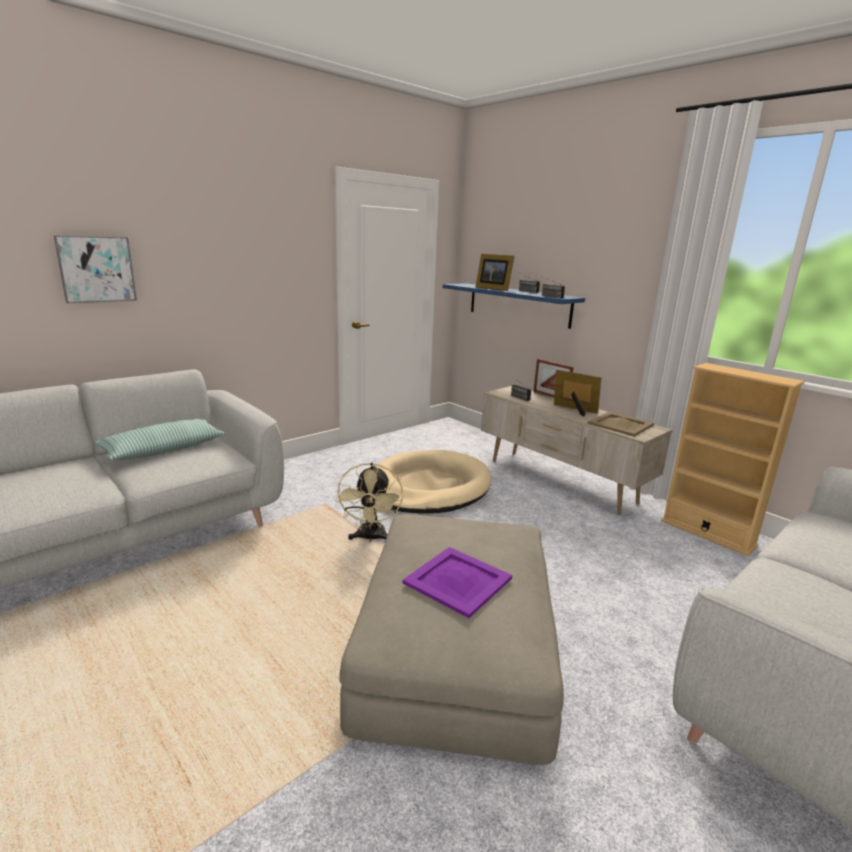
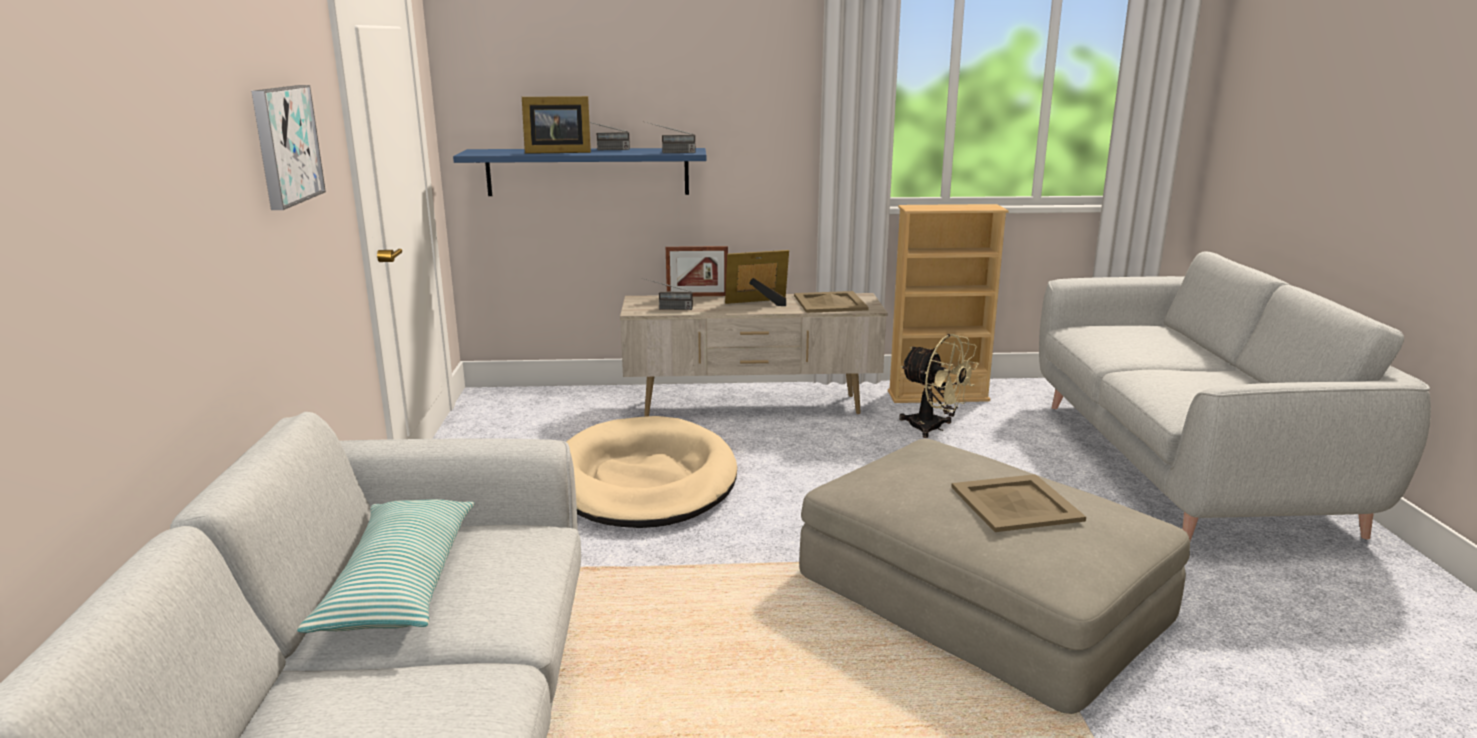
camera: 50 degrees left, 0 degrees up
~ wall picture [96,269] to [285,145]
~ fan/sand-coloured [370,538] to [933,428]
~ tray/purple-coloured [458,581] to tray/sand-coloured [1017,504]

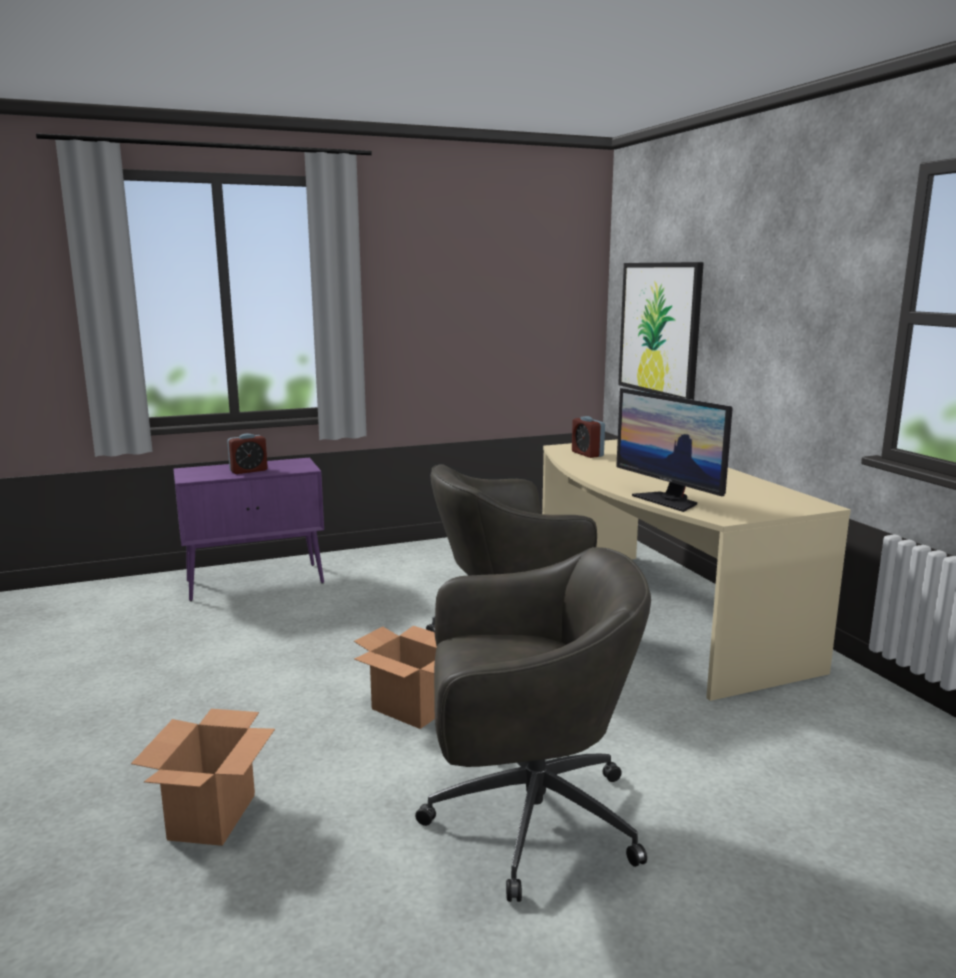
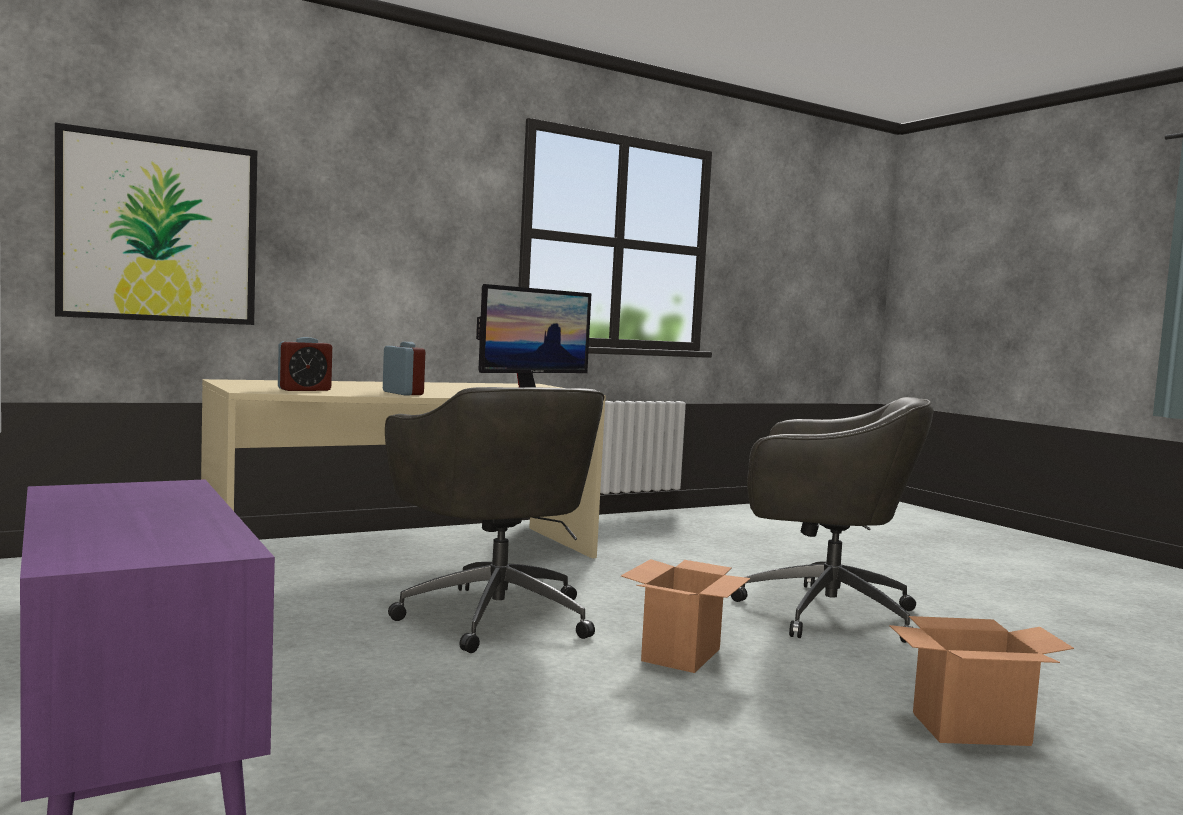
camera: 100 degrees left, 10 degrees down
~ alarm clock [248,471] to [402,393]
~ office chair/gray [526,819] = [822,612] 120 degrees clockwise

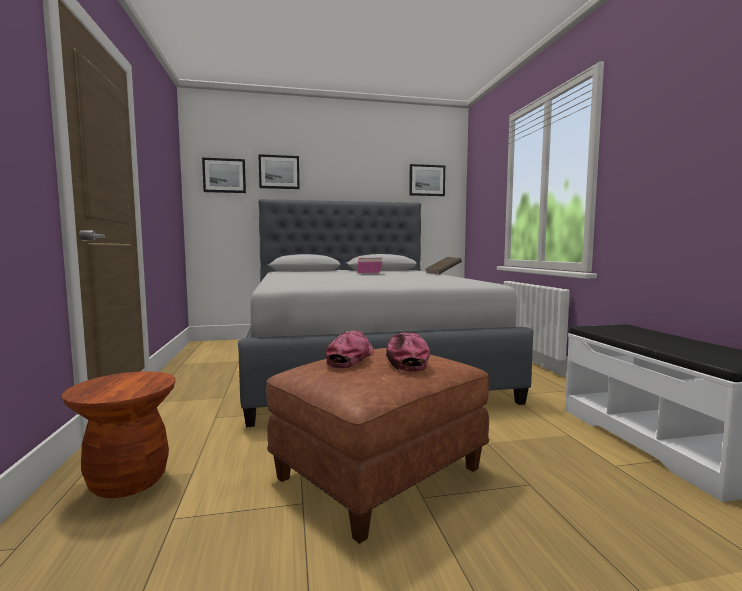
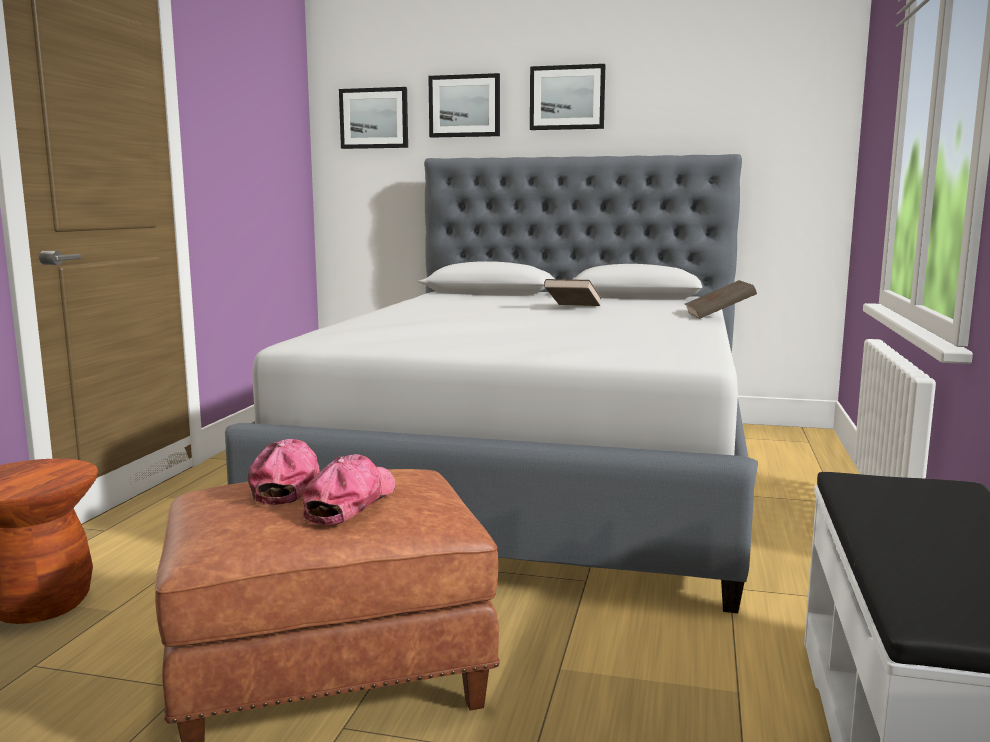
camera: 25 degrees right, 5 degrees up
~ wall picture [427,180] to [567,97]
~ bound book/pinkish [369,273] to bound book/brownish [572,308]
~ cap [350,358] = [286,484] 45 degrees counterclockwise

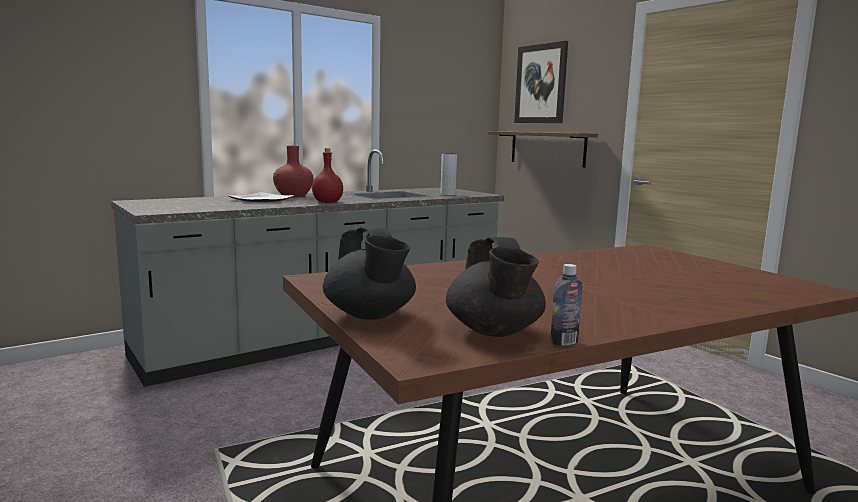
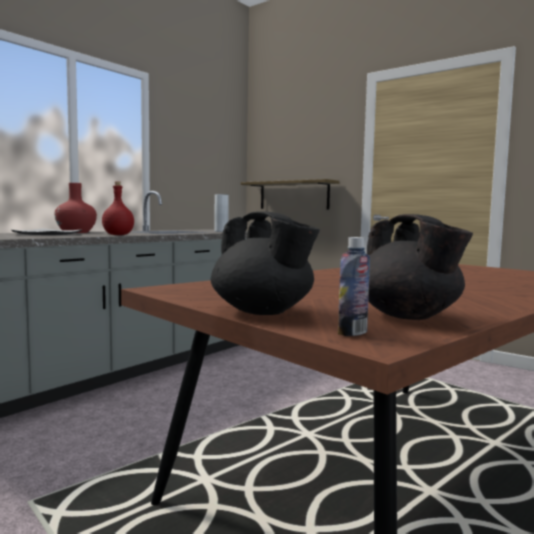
camera: 15 degrees left, 5 degrees down
- wall picture [541,84]
~ beverage bottle [564,342] to [352,333]

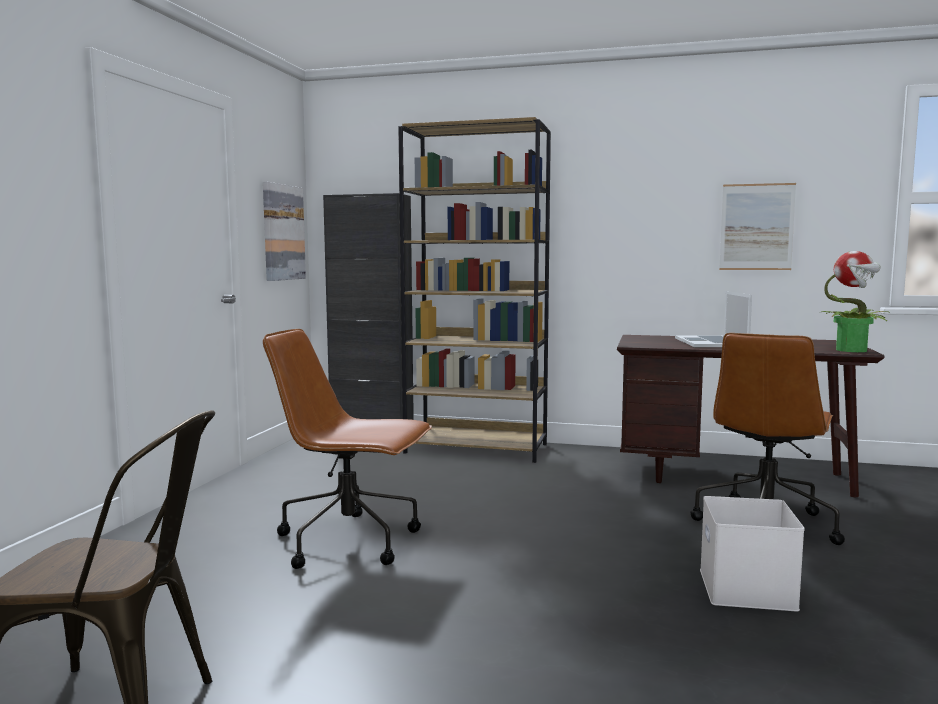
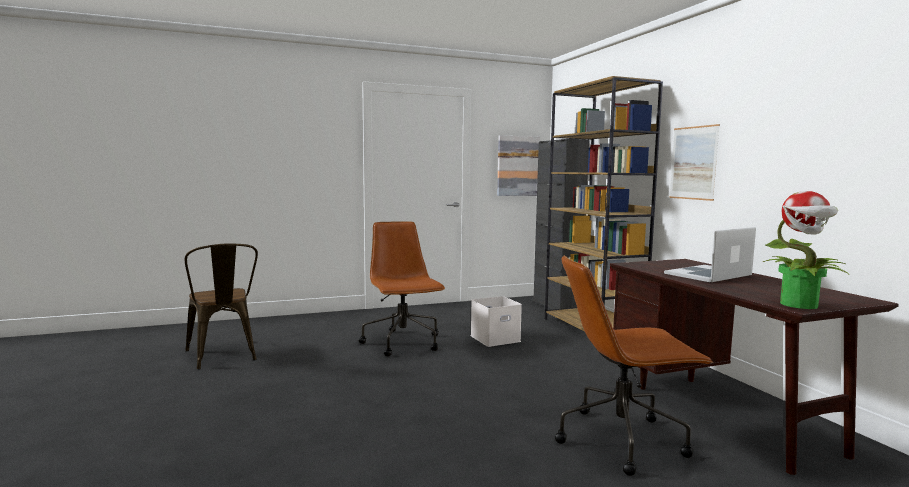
camera: 55 degrees right, 0 degrees up
~ storage bin/white-coloured [744,588] to [495,338]
~ wall picture [756,227] to [693,163]

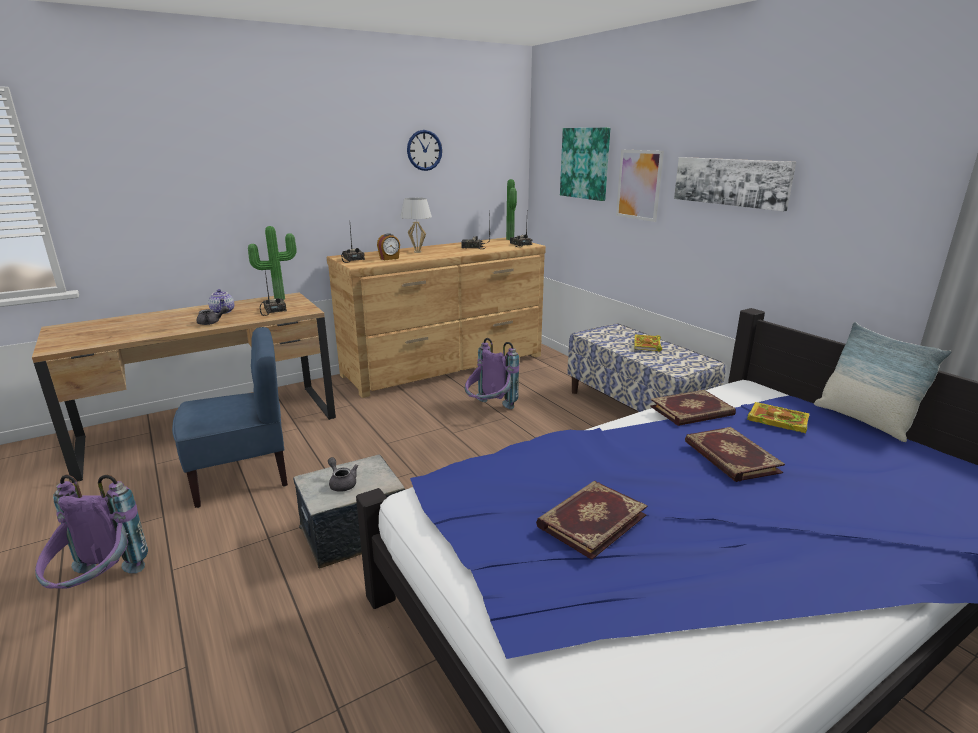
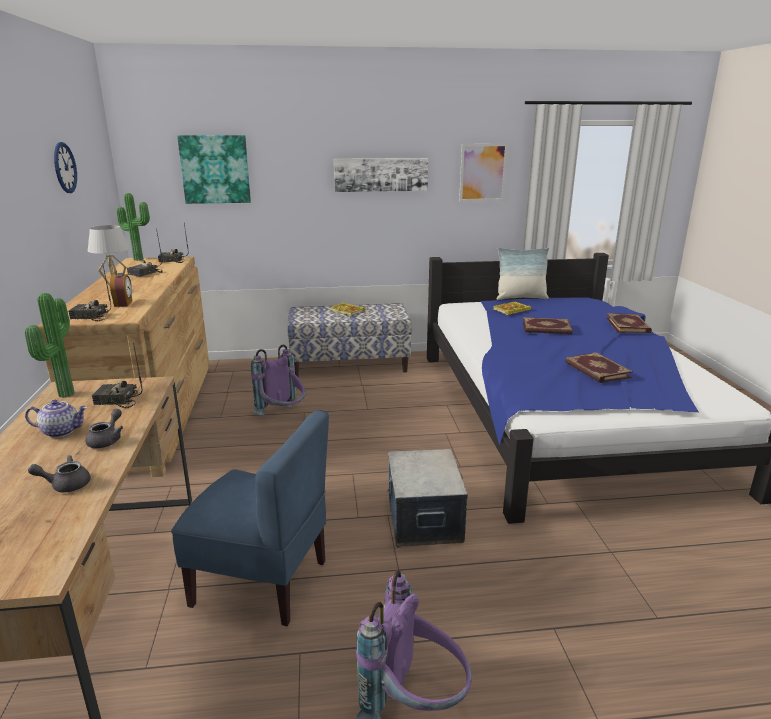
camera: 65 degrees left, 0 degrees up
~ teapot/gray [342,483] to [66,485]
~ wall picture [639,185] to [483,172]
~ bound book [692,411] to [628,325]
~ chair/bluish [242,476] = [261,582] 105 degrees clockwise

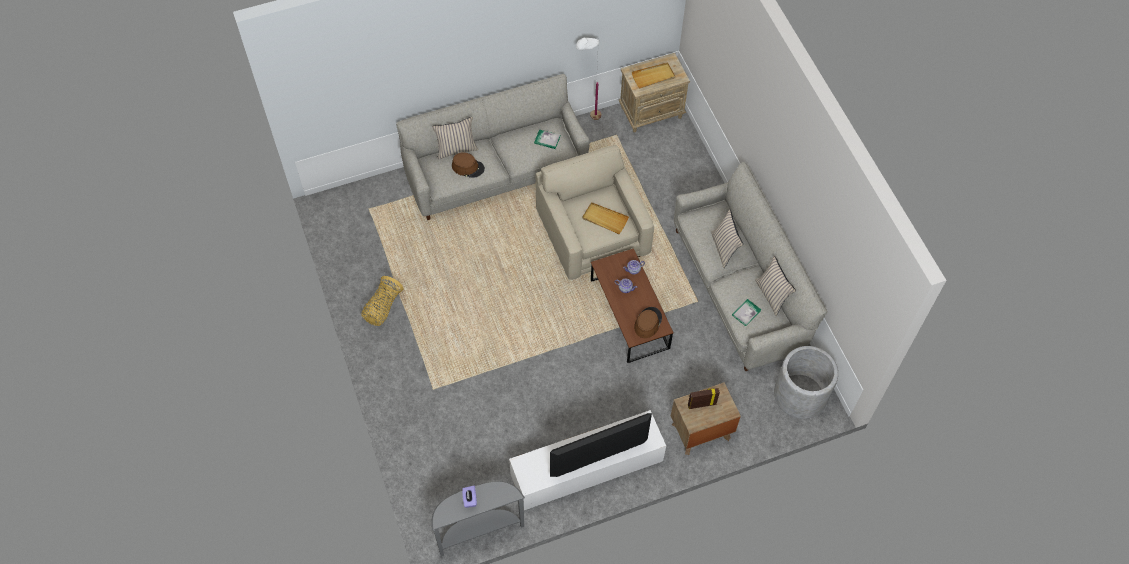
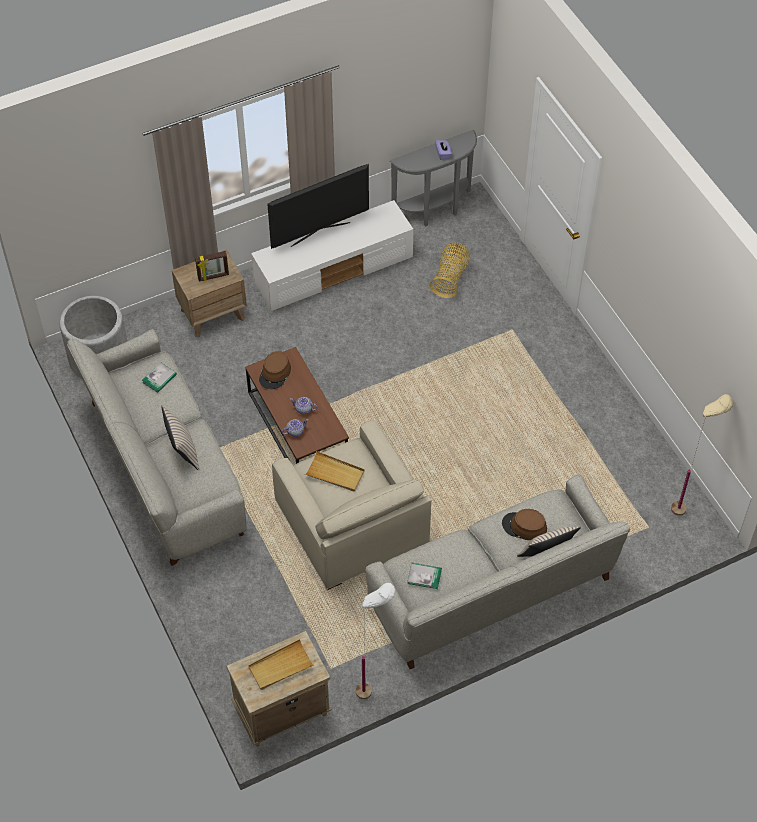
camera: 175 degrees right, 5 degrees down
- cushion/sand-coloured [772,295]
+ standing lamp/sand-coloured [687,504]
~ storage basket [382,308] to [450,278]

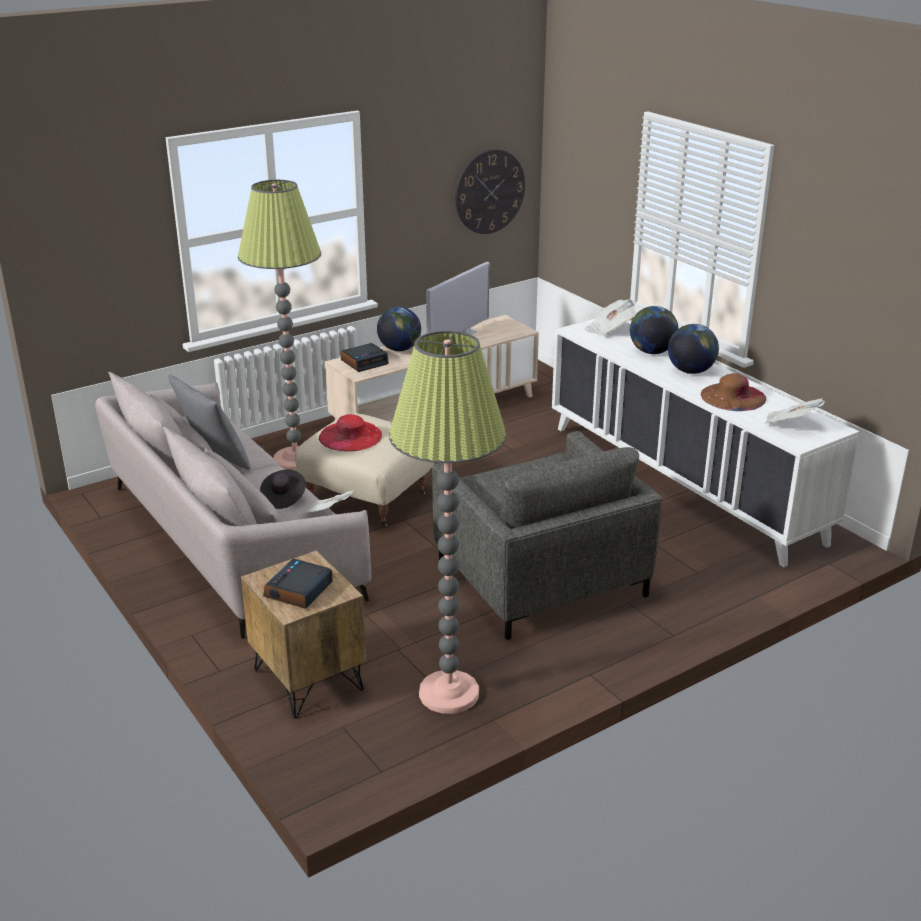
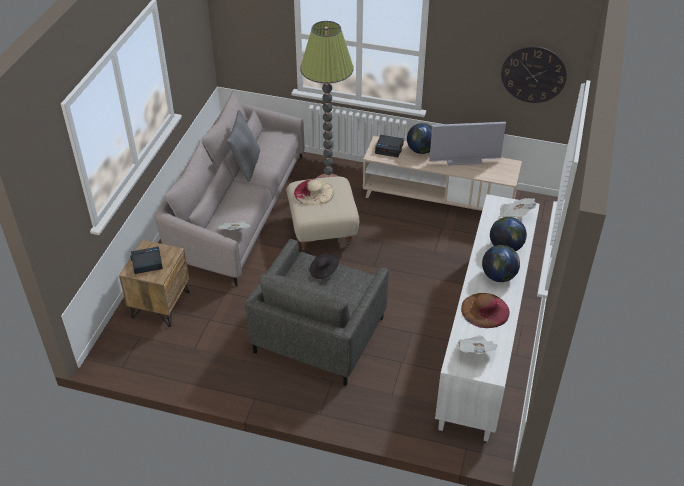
camera: 50 degrees right, 15 degrees up
- standing lamp [449,693]
~ clothing hat/black [283,498] to [323,271]
~ clothing hat/red [350,436] to clothing hat/sand-coloured [314,192]

